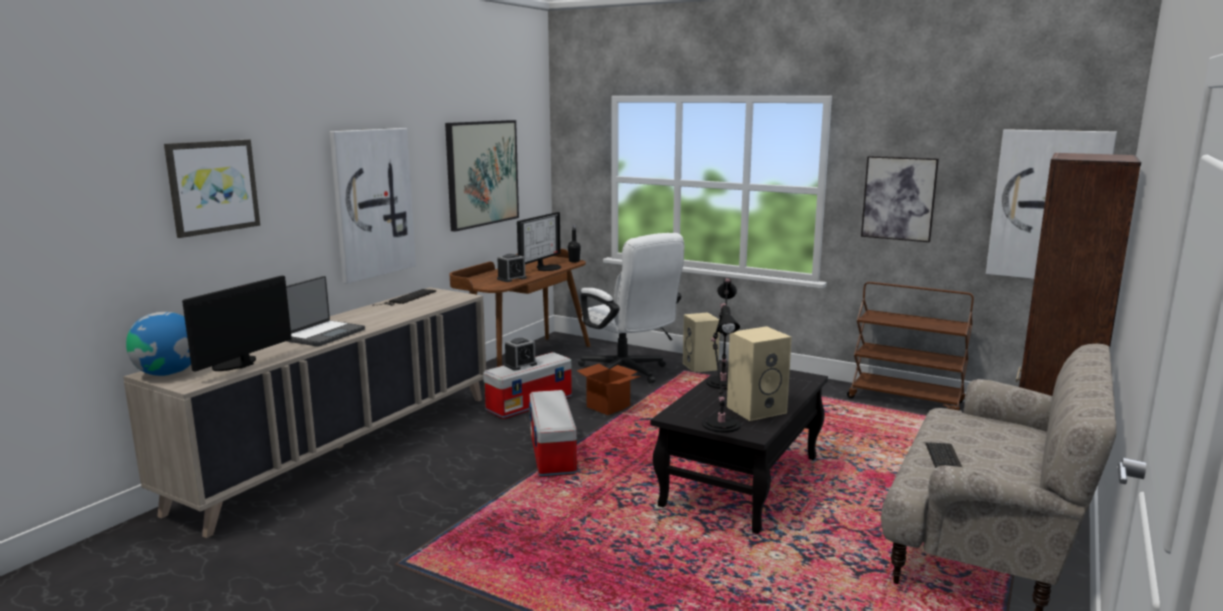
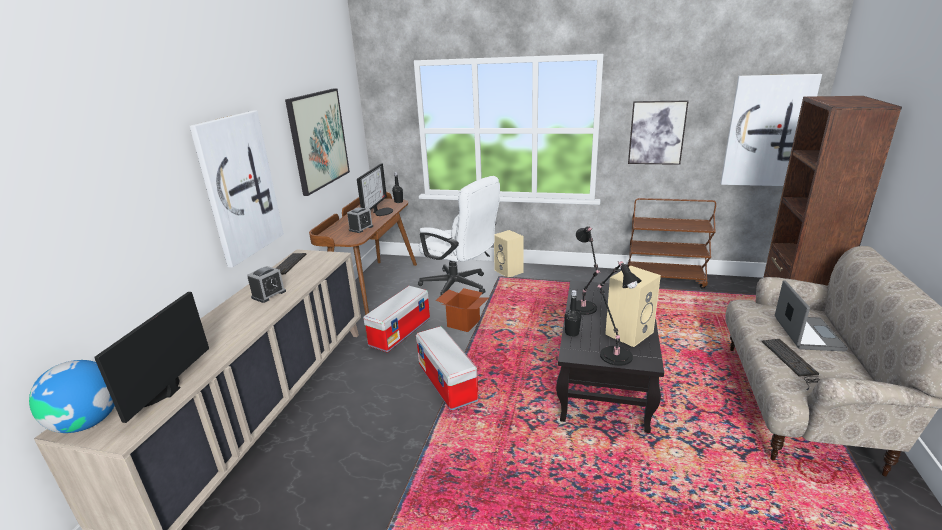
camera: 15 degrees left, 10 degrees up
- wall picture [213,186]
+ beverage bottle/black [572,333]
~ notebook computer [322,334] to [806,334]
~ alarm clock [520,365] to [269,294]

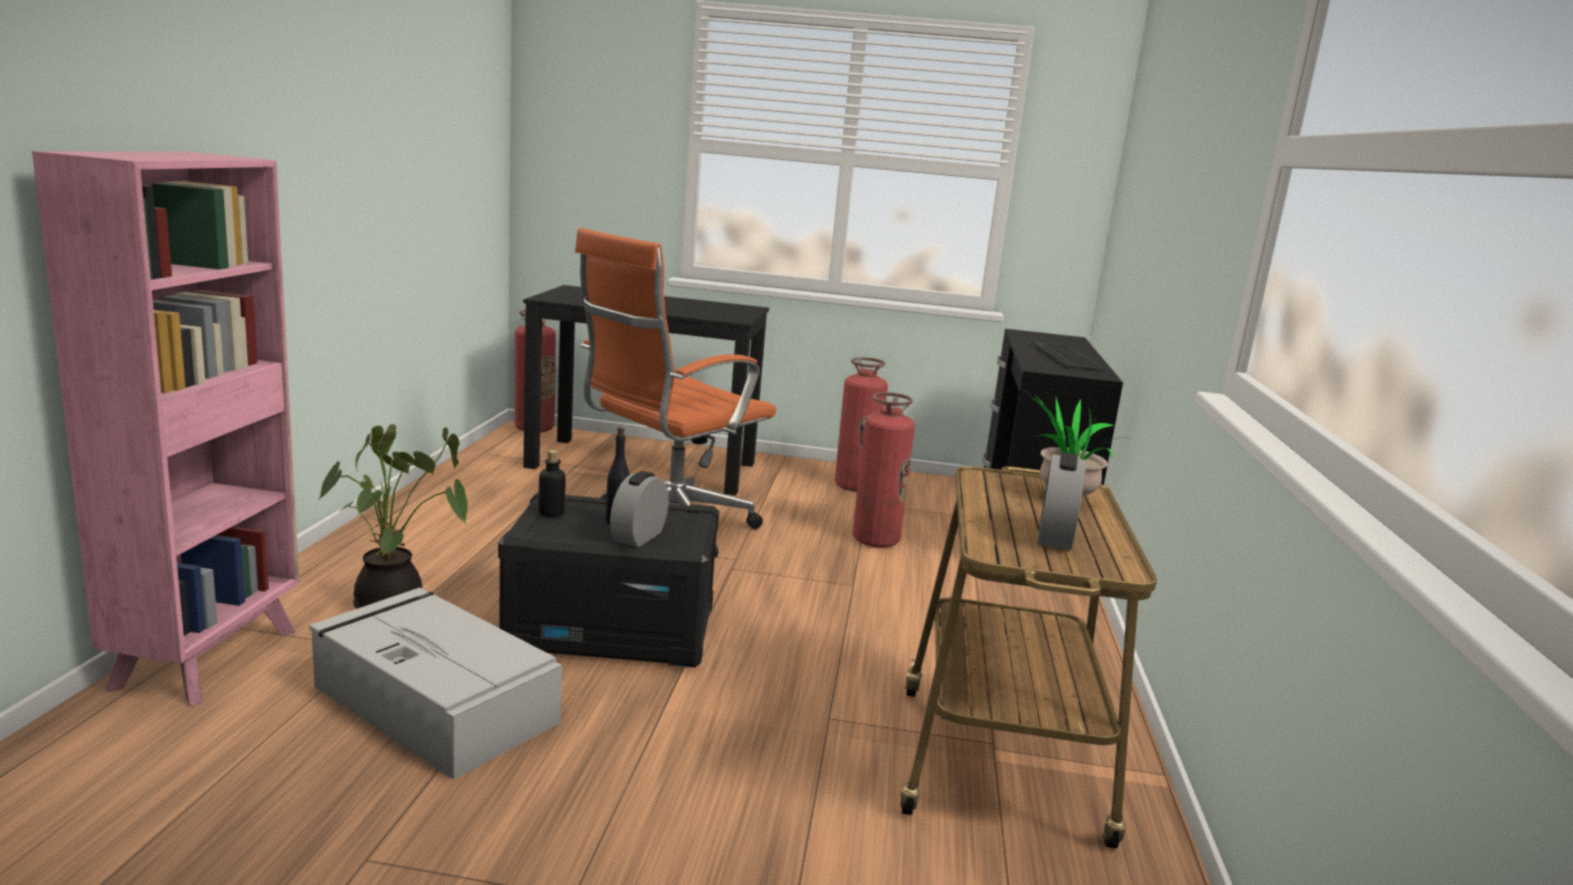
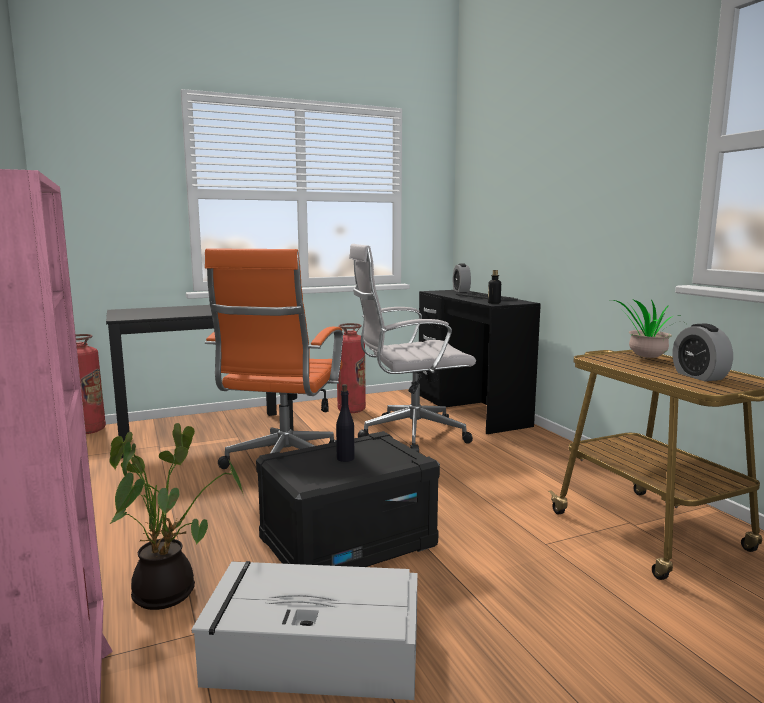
camera: 30 degrees left, 5 degrees down
~ beverage bottle [551,513] to [494,303]
~ alarm clock [638,537] to [461,291]
~ fire-fighting cylinder [875,540] to office chair/white-coloured [408,436]

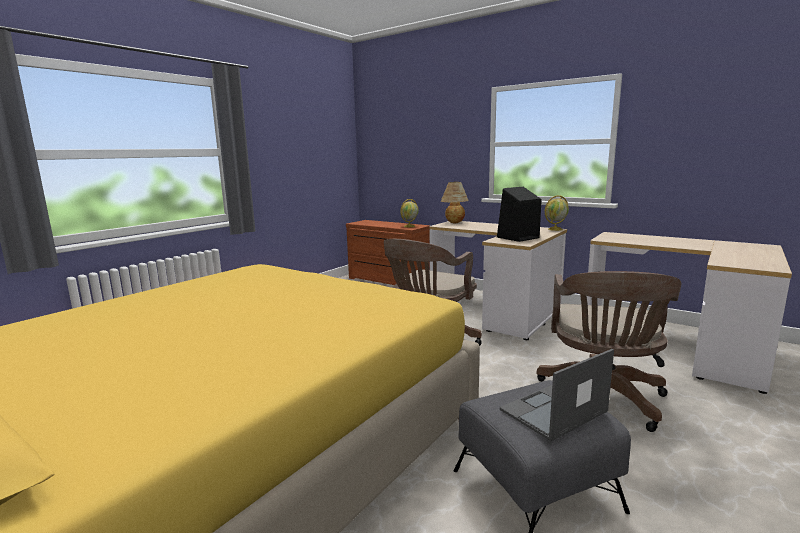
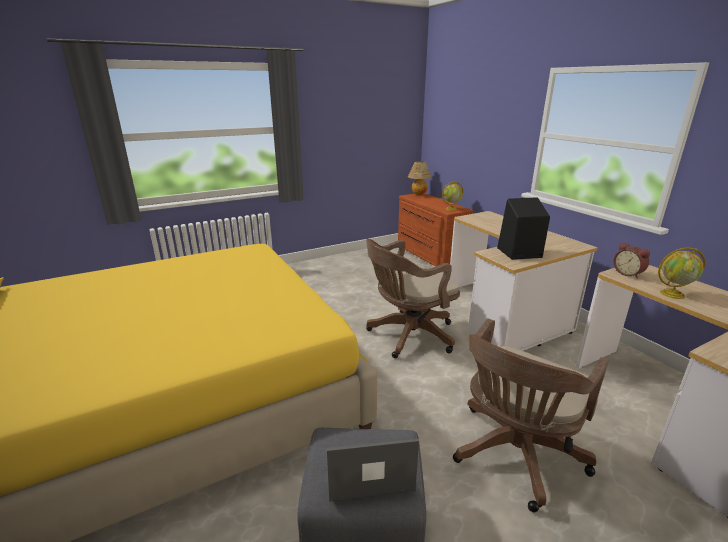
camera: 25 degrees right, 10 degrees up
+ alarm clock [628,273]
~ tabletop lamp [454,223] to [418,194]
~ desk globe [555,229] to [673,294]

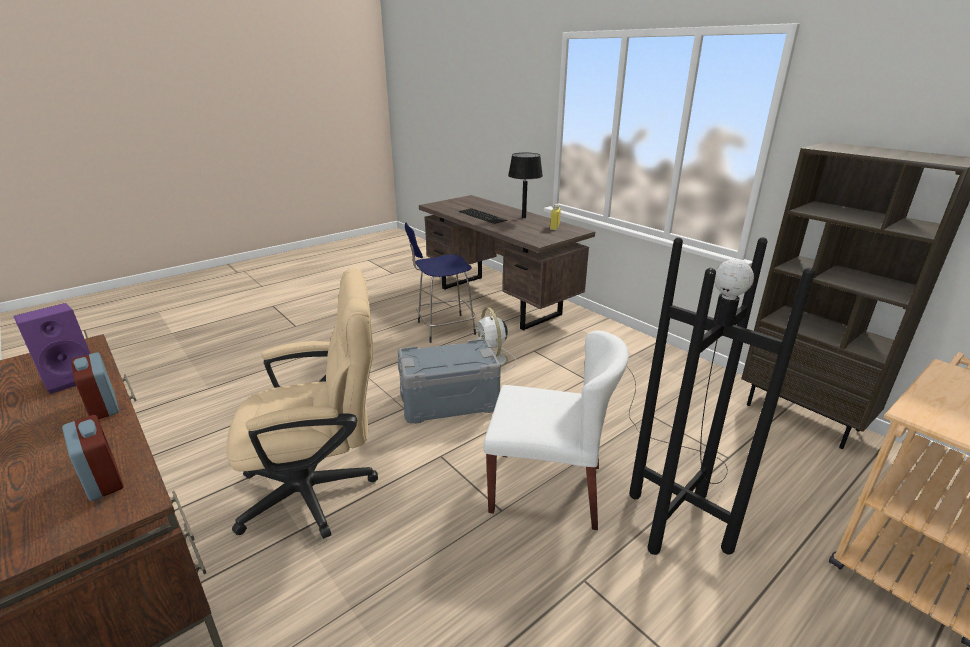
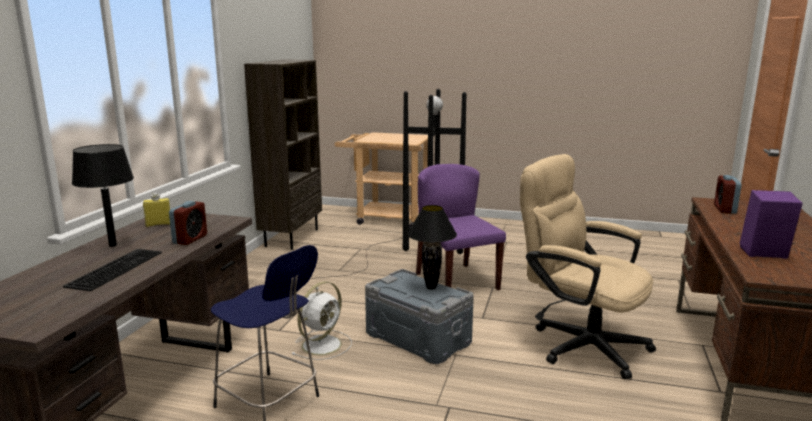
camera: 125 degrees left, 10 degrees down
+ tabletop lamp/black [431,287]
~ alarm clock [103,406] to [190,239]
~ chair/white-coloured [547,488] to chair/purple-coloured [456,281]

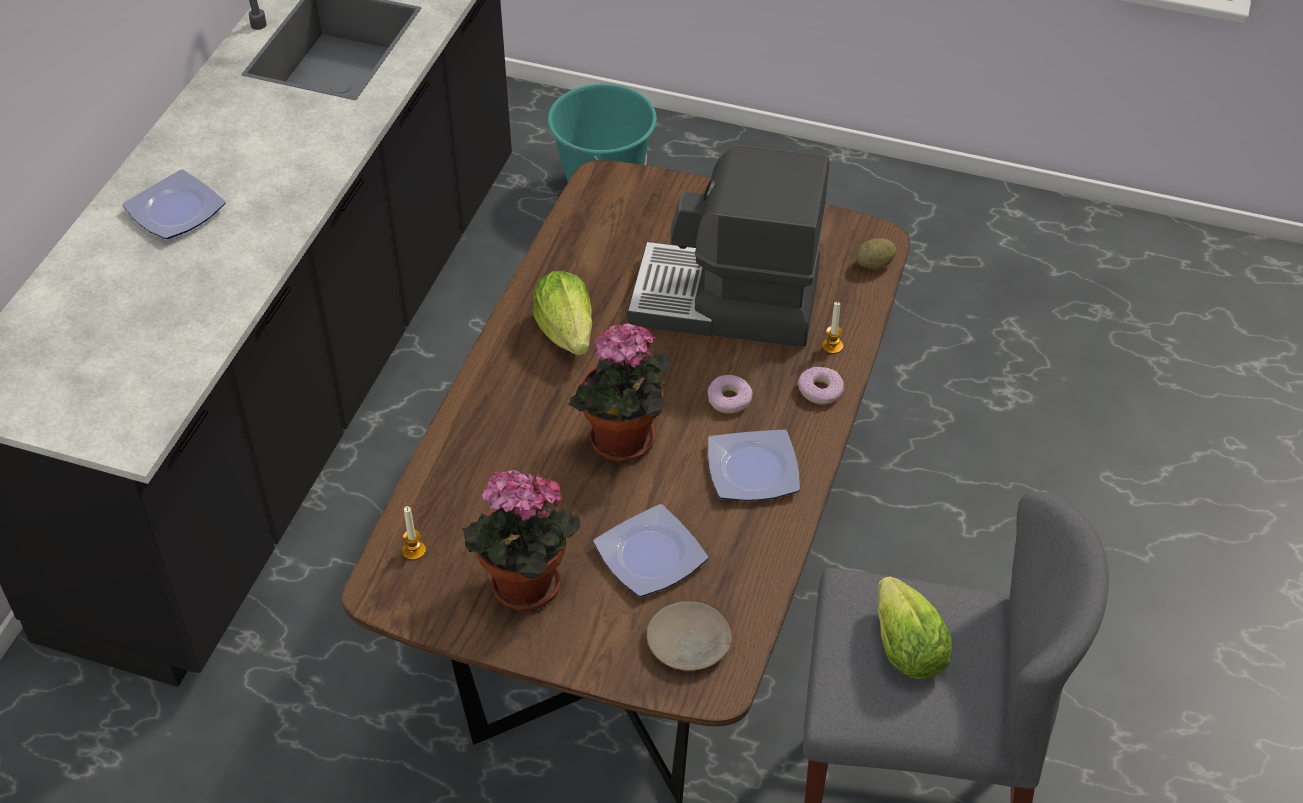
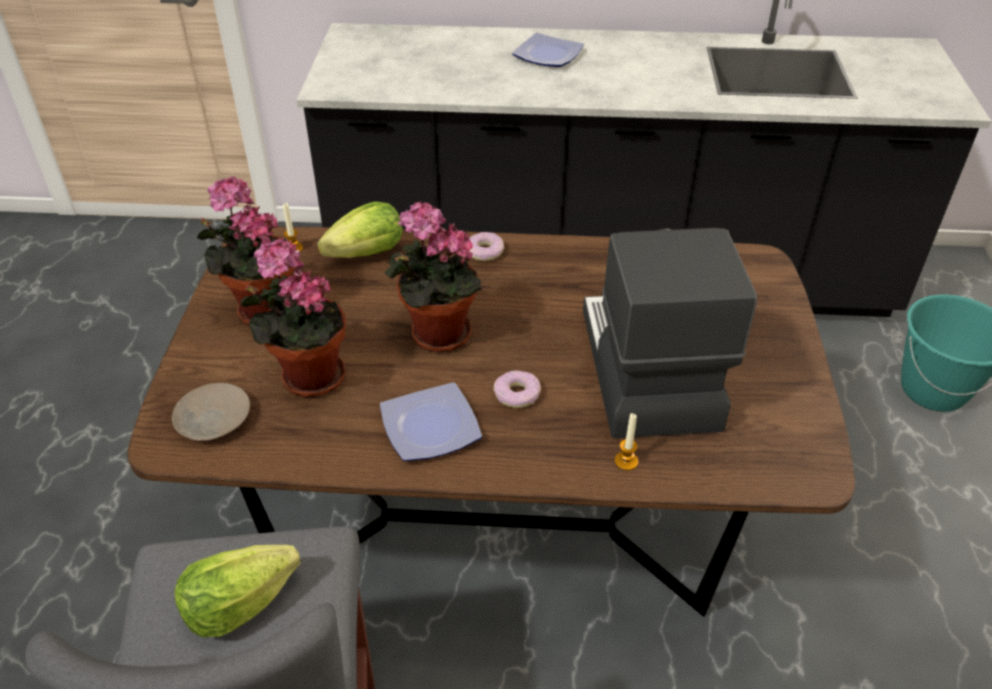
camera: 75 degrees right, 5 degrees down
- whole potato [874,264]
~ lettuce [567,332] to [367,253]
~ ring doughnut [820,390] to [485,252]
~ plate [650,558] to potted plant [307,376]

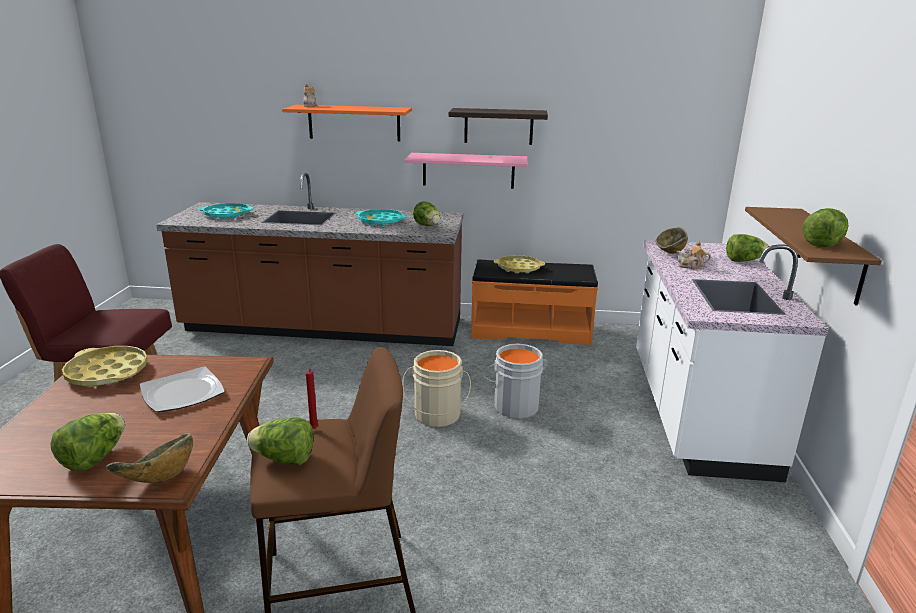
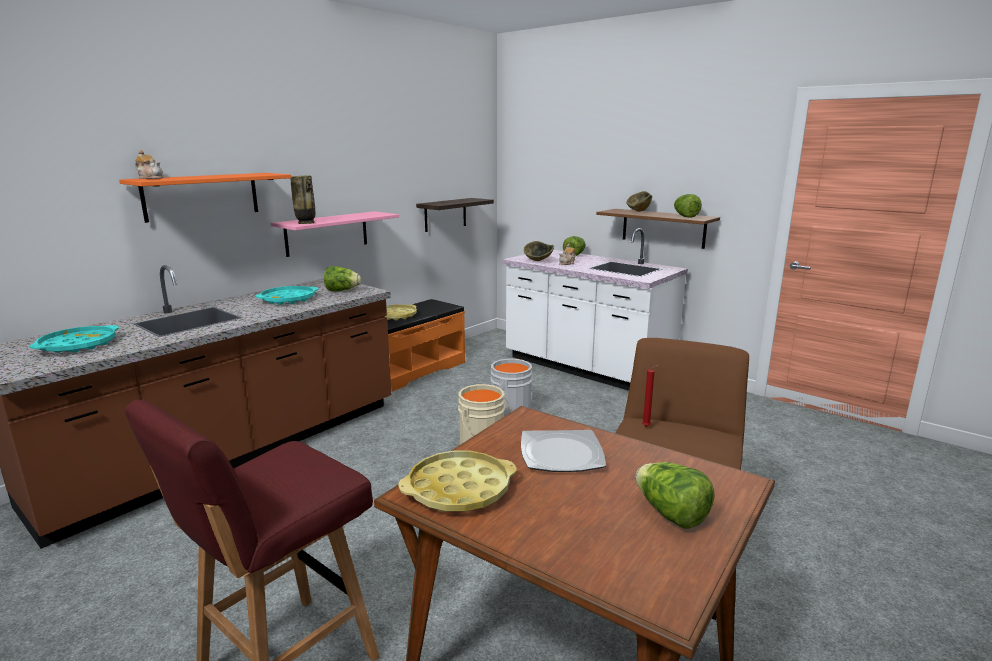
camera: 55 degrees left, 5 degrees down
- lettuce [284,459]
+ decorative vase [306,223]
~ bowl [158,479] to [639,211]
~ wall shelf [498,126] to [445,214]

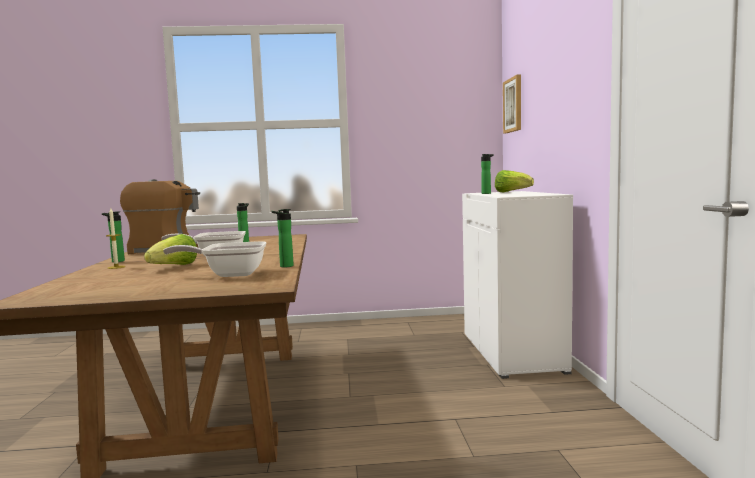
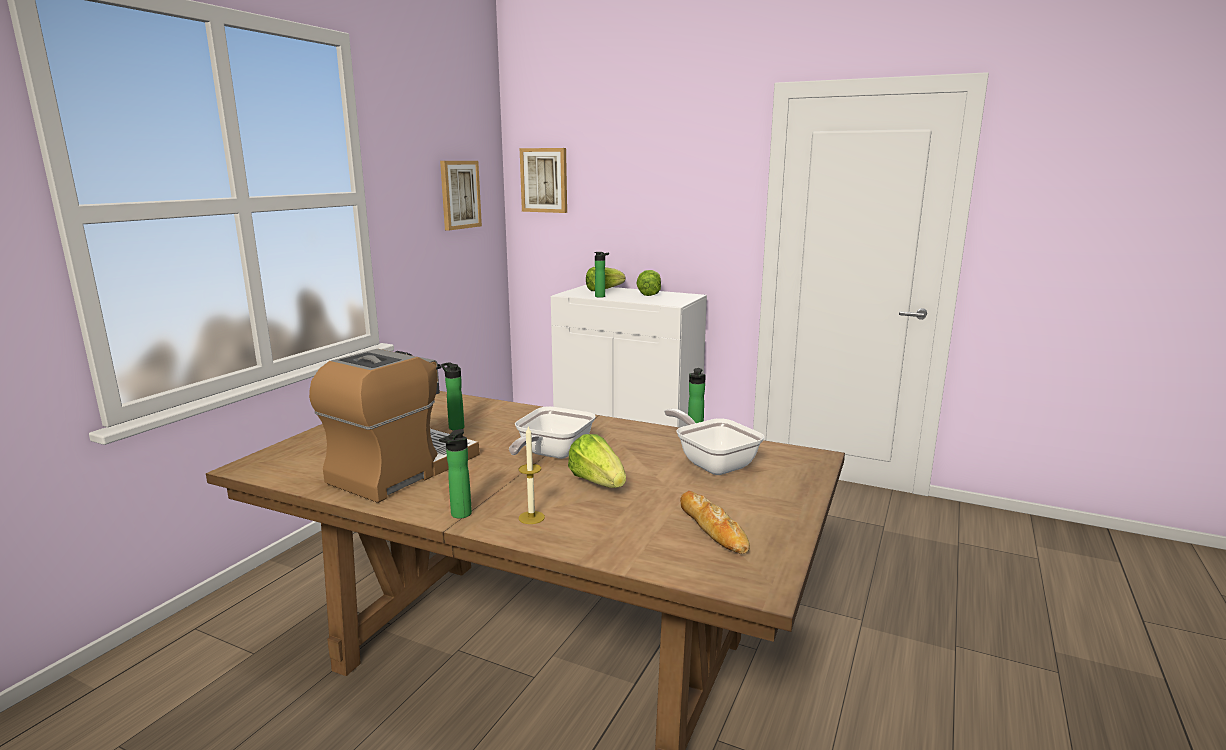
camera: 60 degrees left, 10 degrees up
+ wall picture [459,194]
+ lettuce [650,294]
+ bakery bread [712,527]
~ skillet [229,274] = [712,463] 120 degrees clockwise

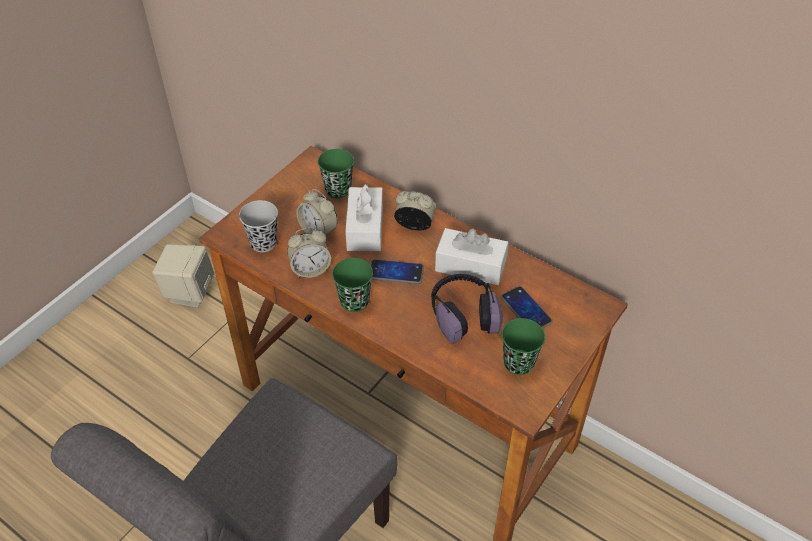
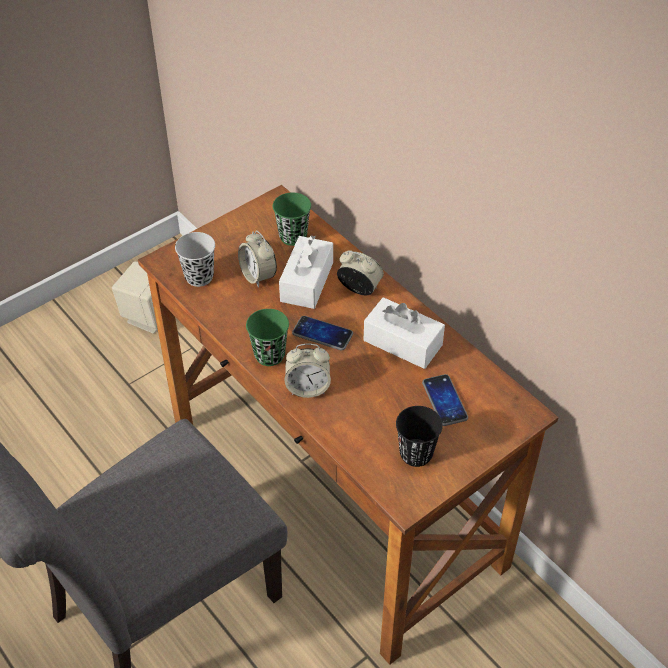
camera: 15 degrees right, 0 degrees up
- headset [463,314]
~ alarm clock [310,269] to [308,387]
~ cup/greenish [518,363] to cup/black [416,454]

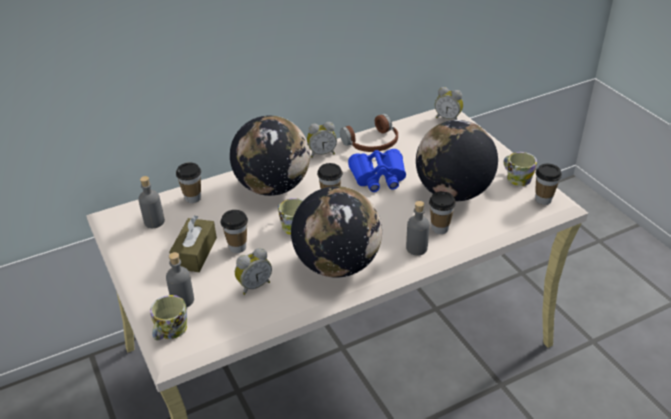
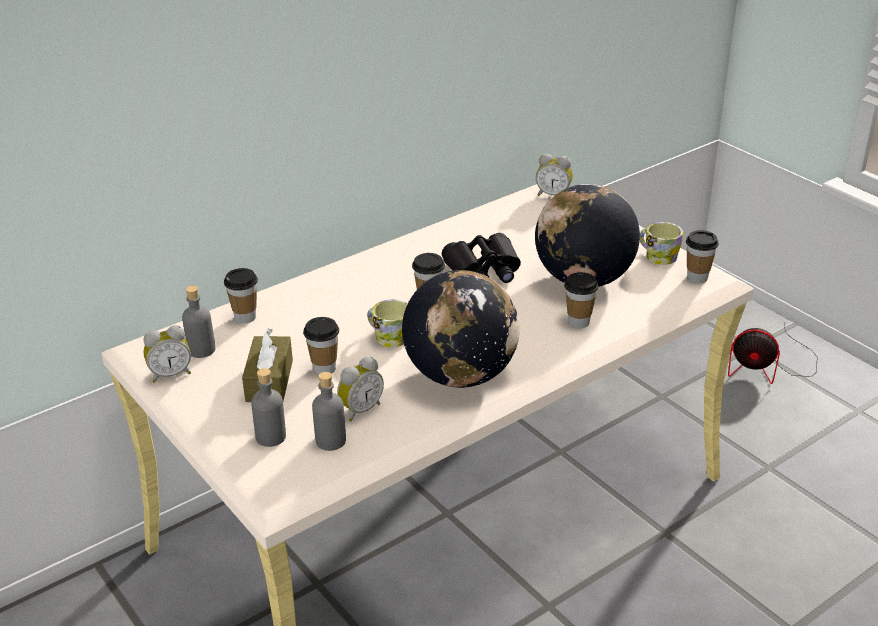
camera: 10 degrees left, 5 degrees down
- coffee mug [169,331]
- desk globe [273,187]
- headset/brownish [373,144]
+ fan [768,367]
~ alarm clock [322,153] to [170,374]
~ beverage bottle/gray [416,248] to [330,440]
~ pair of binoculars/bluish [378,177] to pair of binoculars/black [483,270]

